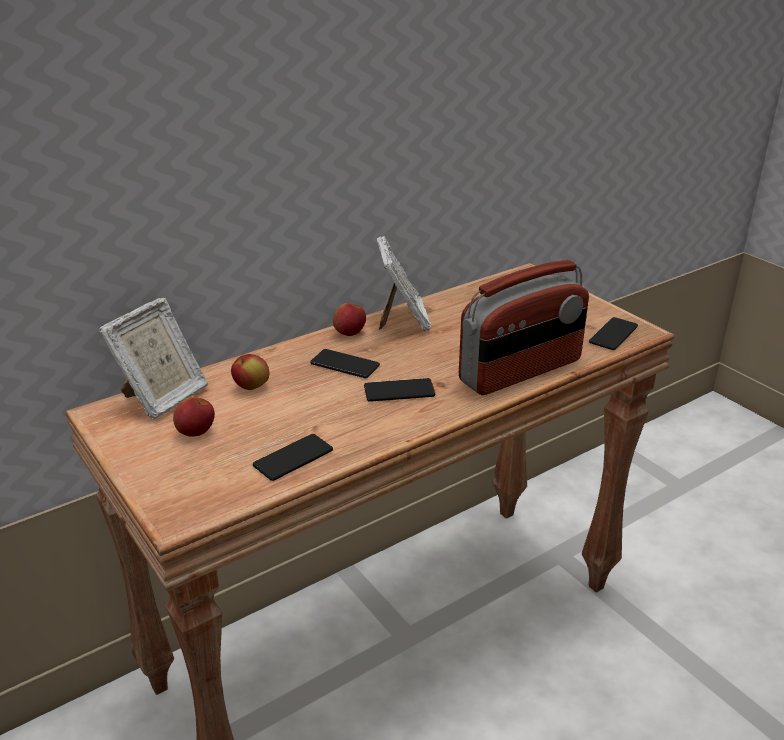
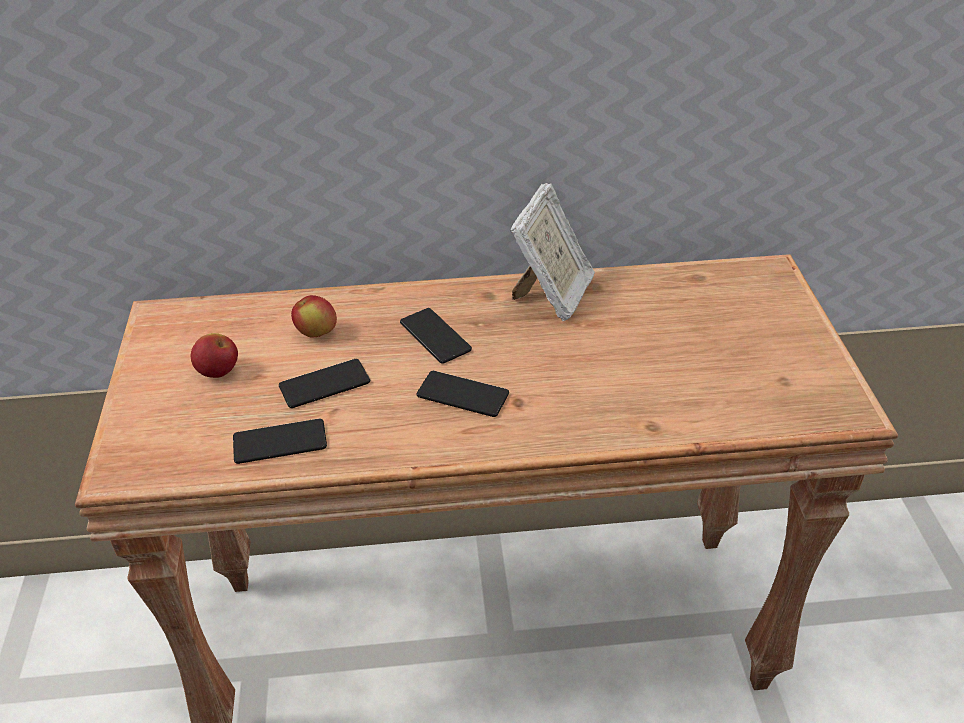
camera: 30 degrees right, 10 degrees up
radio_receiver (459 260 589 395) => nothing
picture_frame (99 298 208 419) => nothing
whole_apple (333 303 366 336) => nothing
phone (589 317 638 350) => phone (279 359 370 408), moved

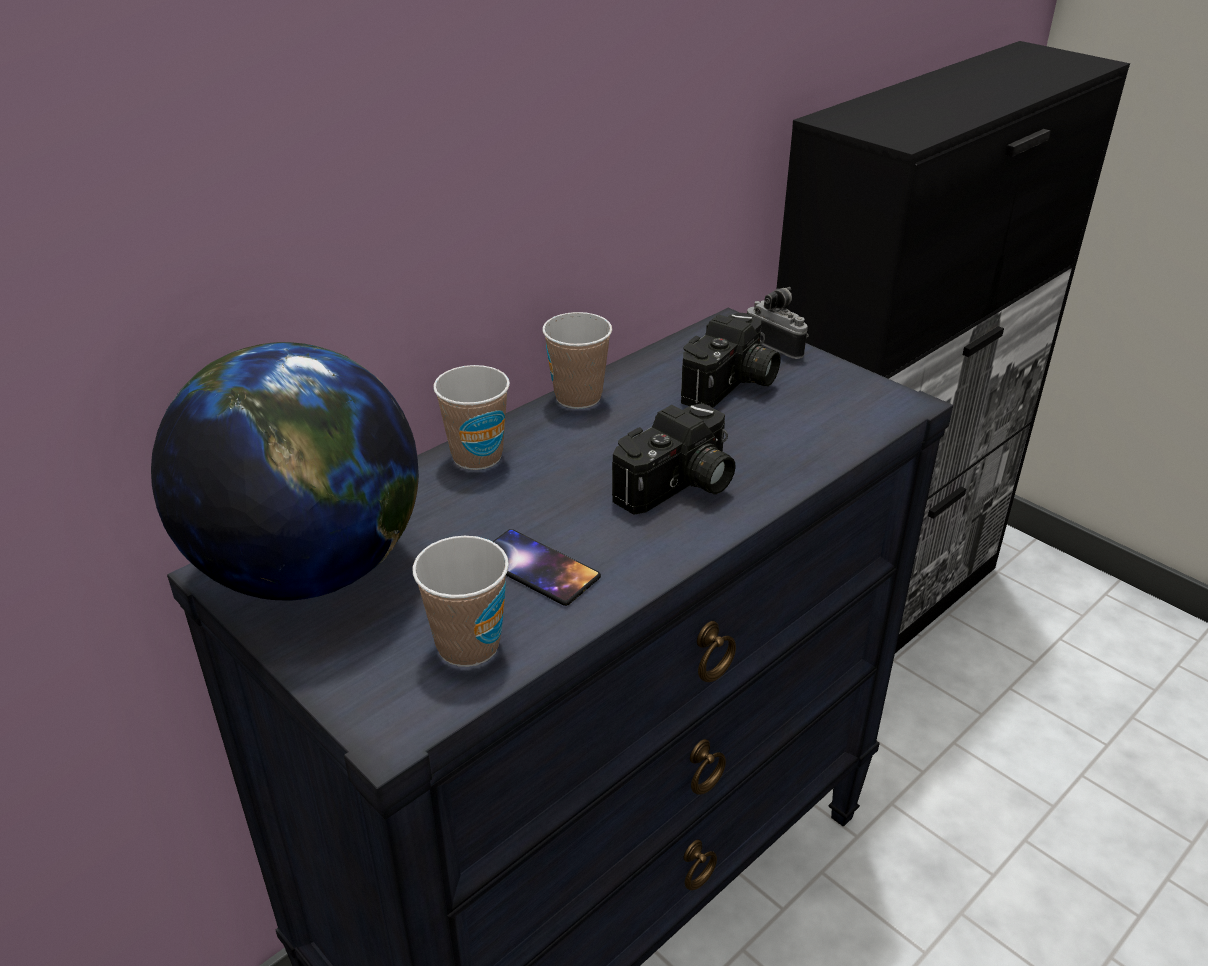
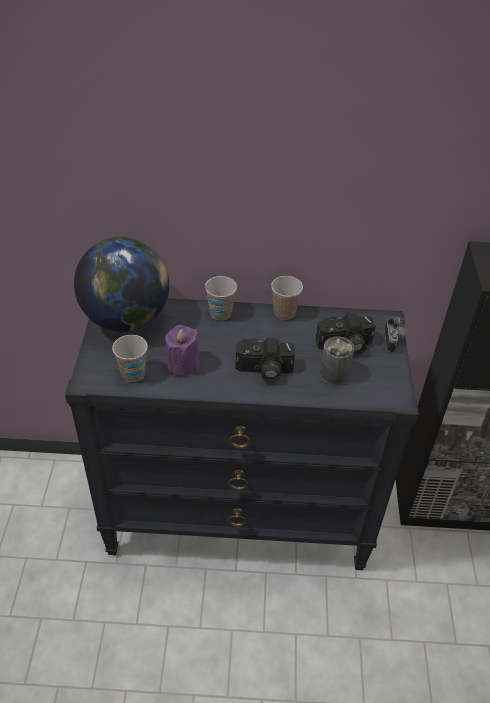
camera: 45 degrees right, 10 degrees up
phone (493 529 601 606) => purplish_wax_light (165 325 199 376)
nothing => sealed_can (320 336 354 385)

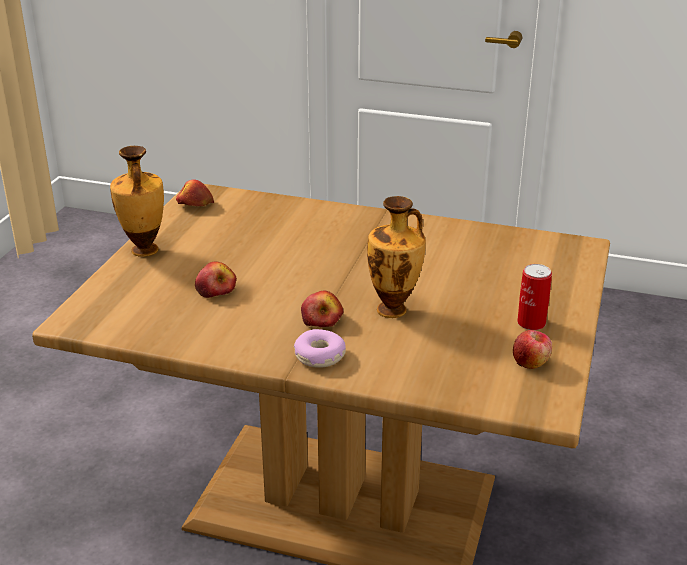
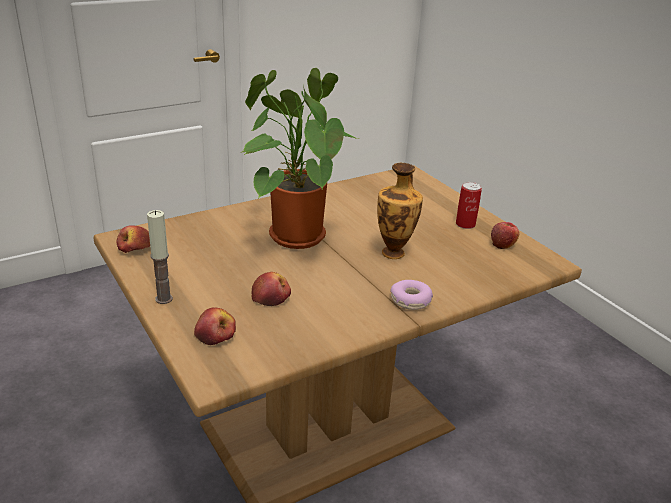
camera: 50 degrees left, 0 degrees up
decorative_vase (110 146 164 257) => wax_light (147 210 173 304)
whole_apple (301 291 344 327) => whole_apple (194 307 236 345), moved
nothing => potted_plant (240 68 358 249)

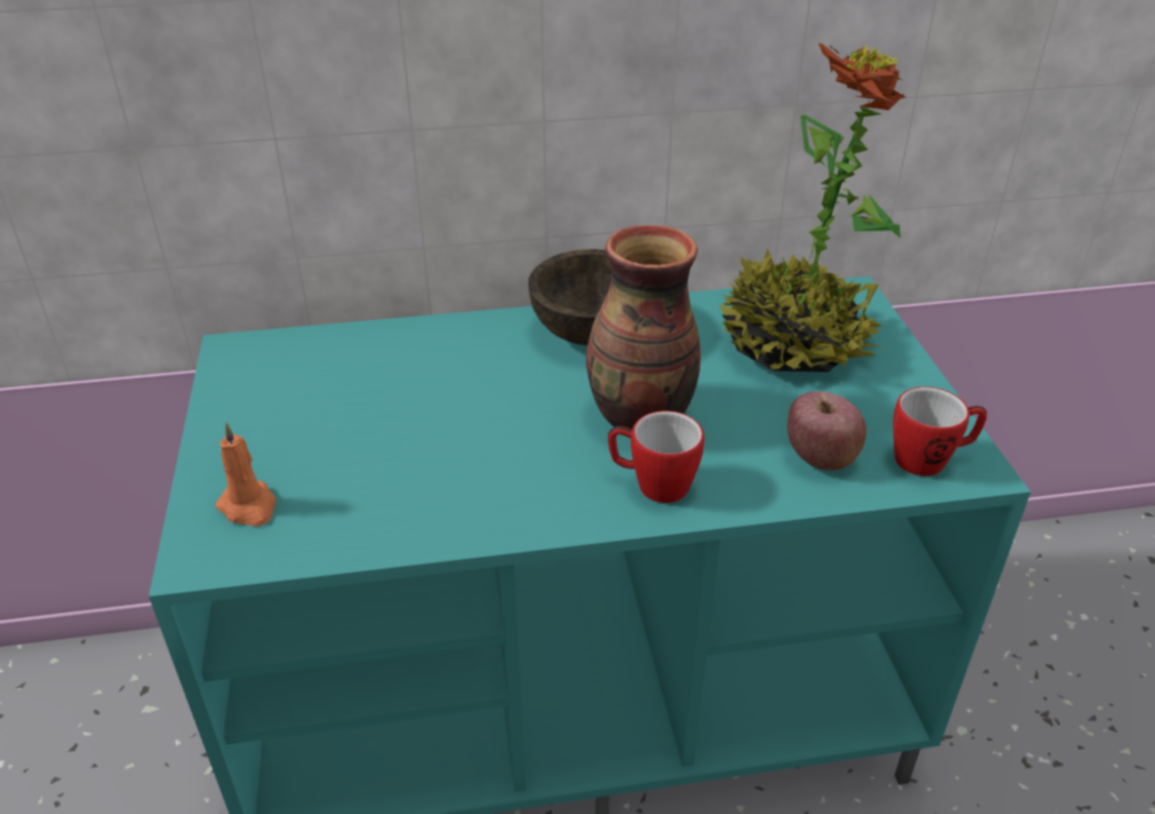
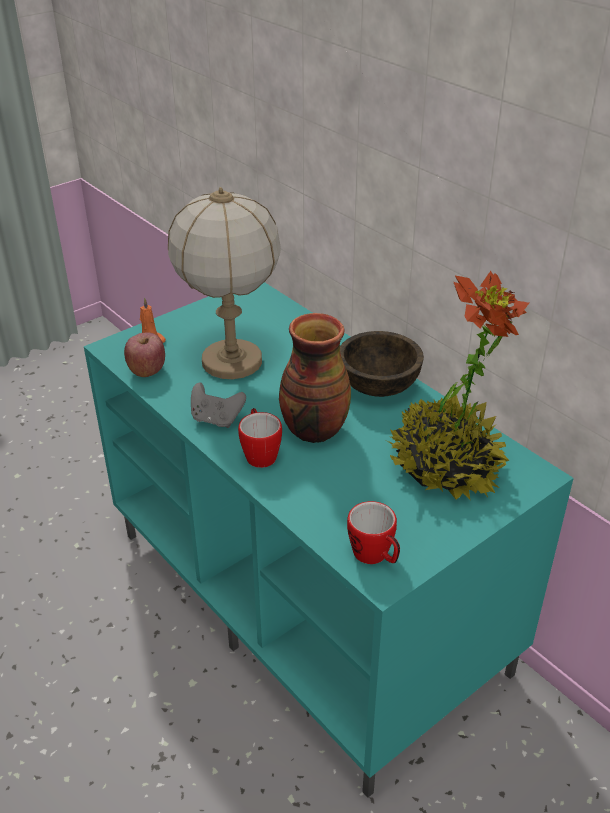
camera: 60 degrees right, 0 degrees up
whole_apple (787 391 866 471) => whole_apple (124 332 165 377), moved
nothing => table_lamp (168 187 281 379)
nothing => gray_joypad (191 382 246 428)

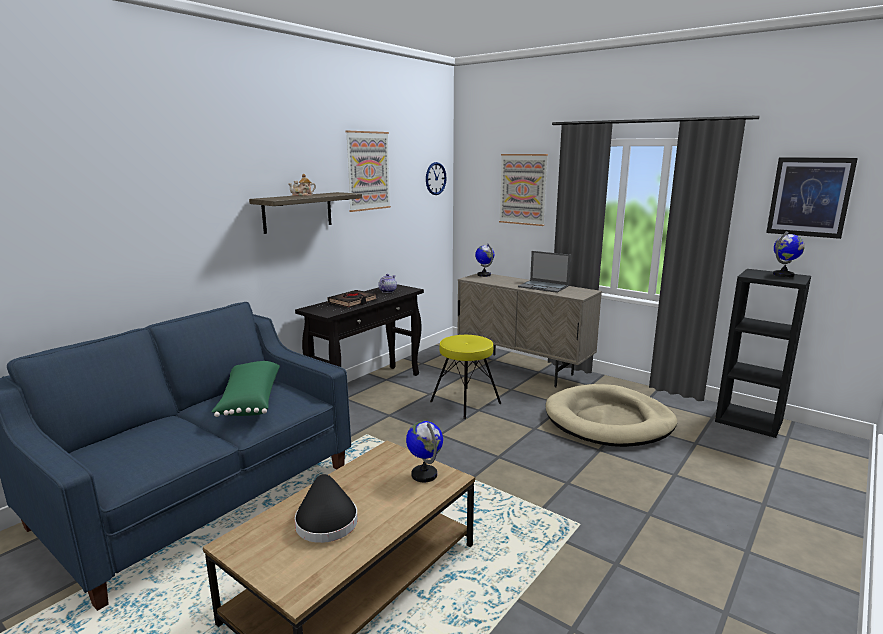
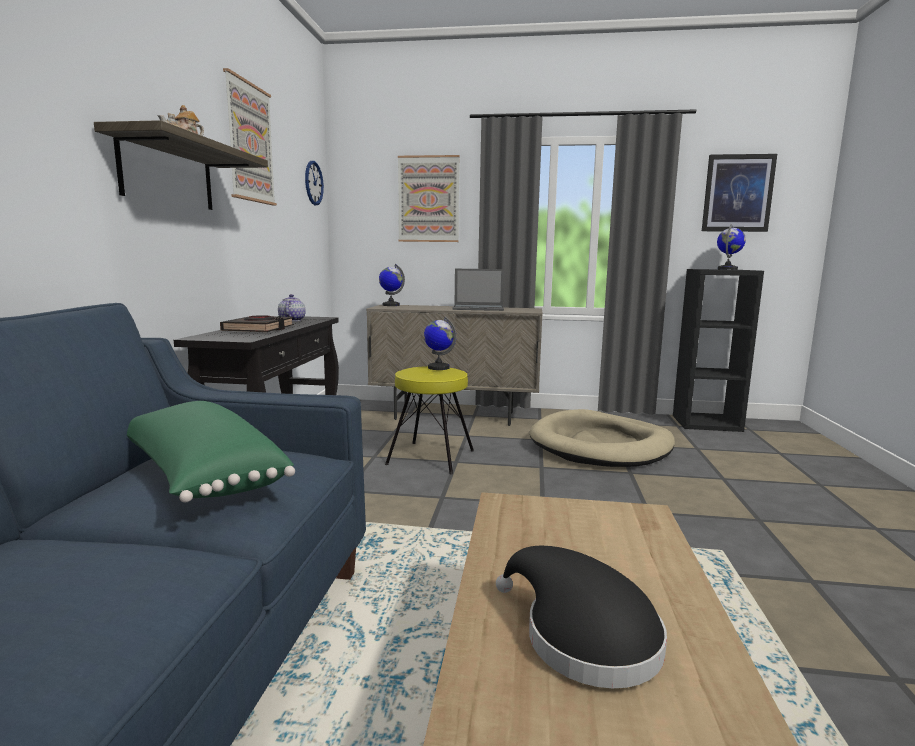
camera: 30 degrees left, 5 degrees down
desk_globe (406 421 443 482) => desk_globe (424 317 456 370), moved

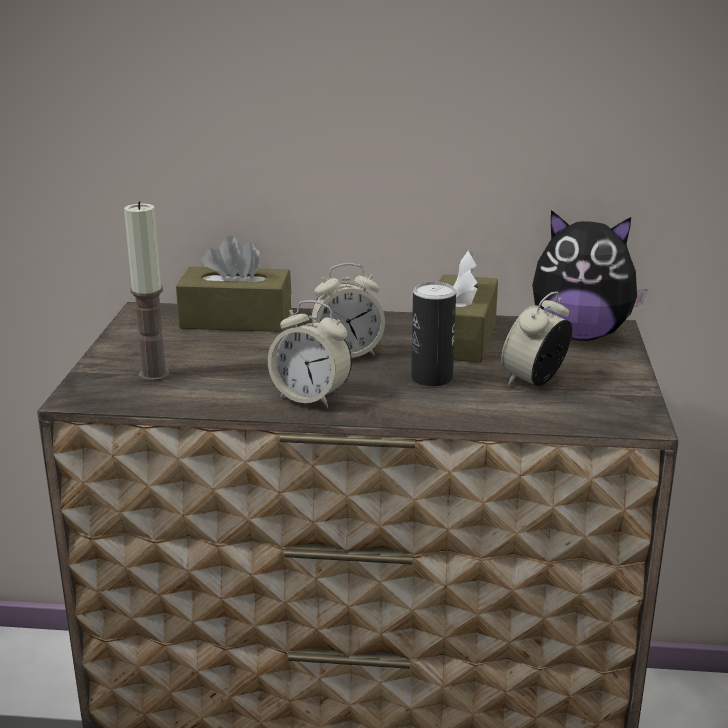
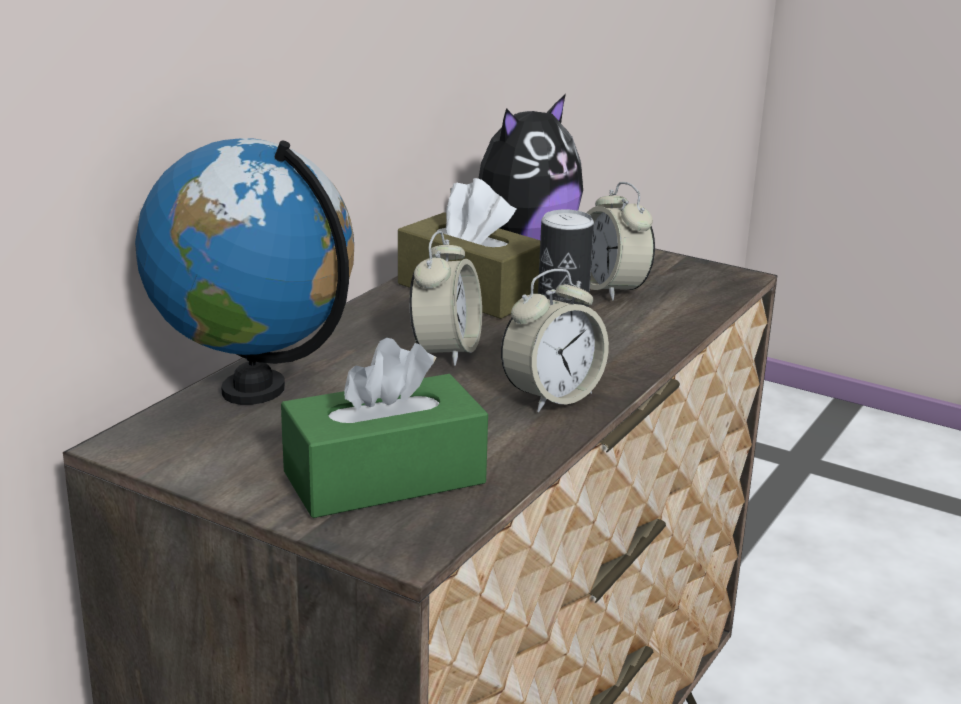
camera: 65 degrees left, 0 degrees up
wax_light (124 201 170 382) => greenish_tissue_holder (281 338 488 518)
brown_tissue_holder (176 236 291 332) => desk_globe (135 138 354 405)

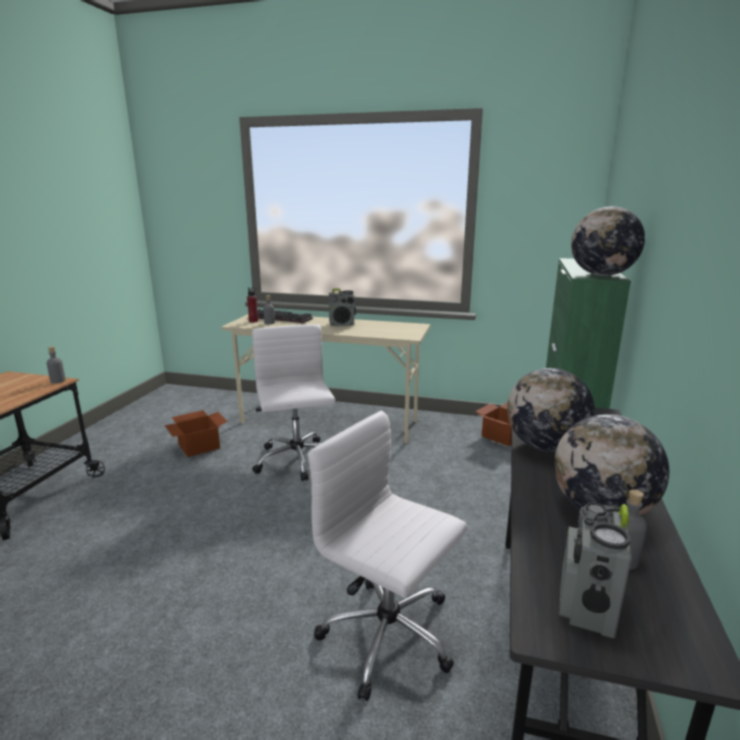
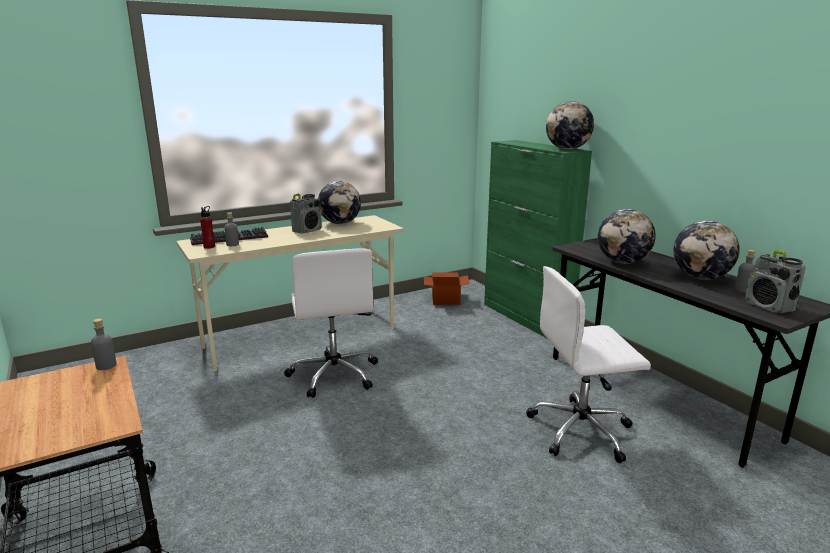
camera: 45 degrees left, 0 degrees up
whitish_desk_chair (252 324 335 481) => whitish_desk_chair (284 248 378 398), 135 degrees counterclockwise
cardboard_box (165 410 228 457) => nothing
nothing => desk_globe (318 181 361 224)

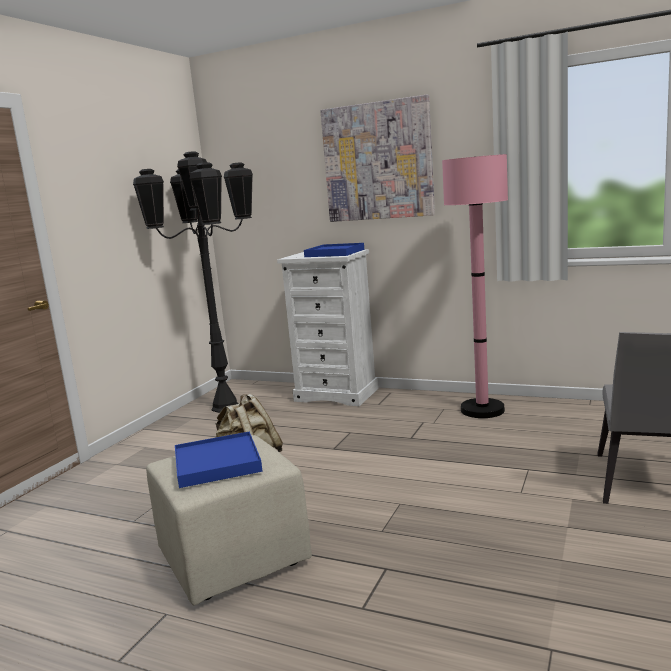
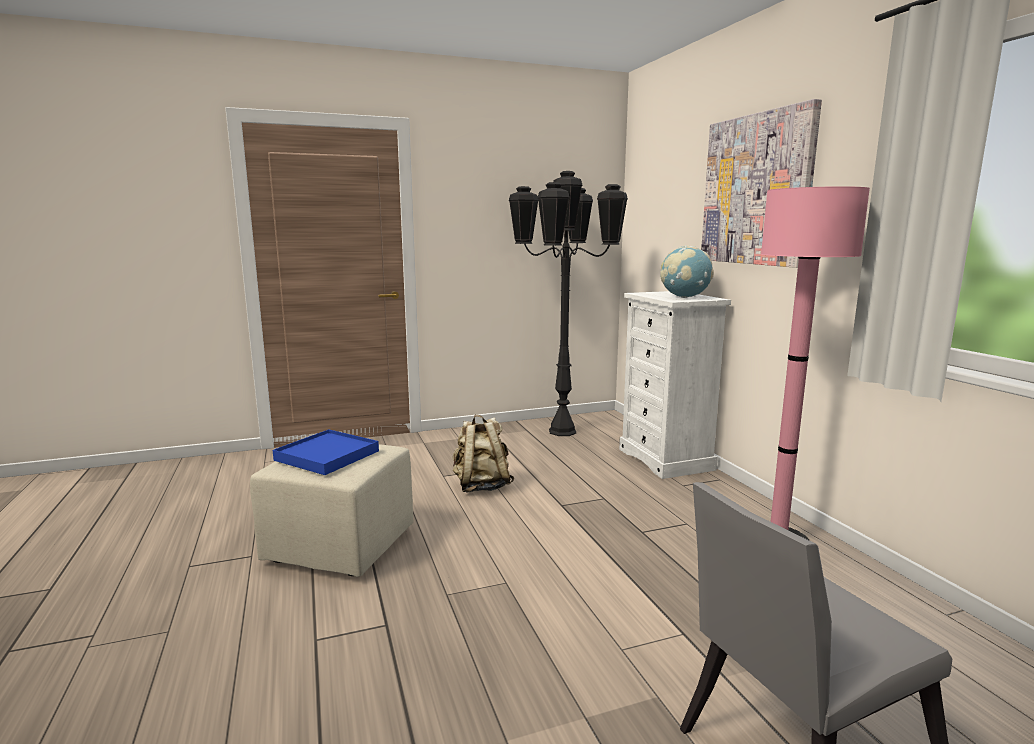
camera: 45 degrees right, 0 degrees up
blue-coloured_serving_tray (304 243 364 257) => desk_globe (660 245 714 298)

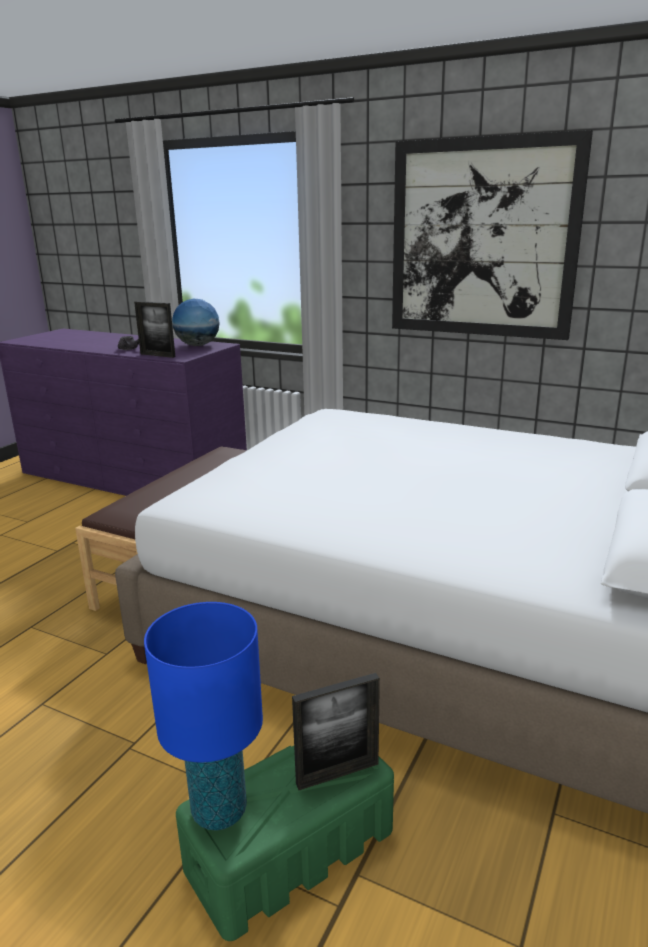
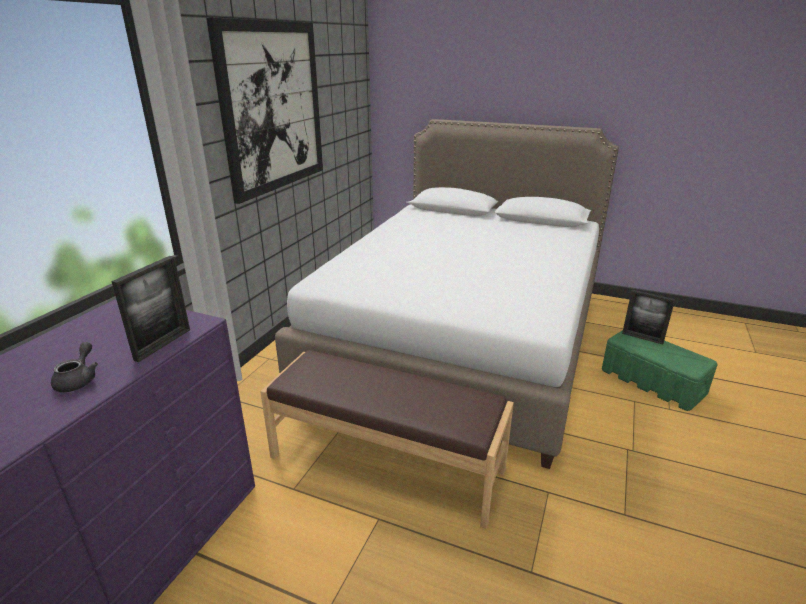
camera: 95 degrees left, 5 degrees up
desk_globe (172 299 220 346) => nothing
blue-coloured_table_lamp (144 602 263 831) => nothing
picture_frame (292 673 380 790) => picture_frame (622 290 675 344), 150 degrees clockwise

